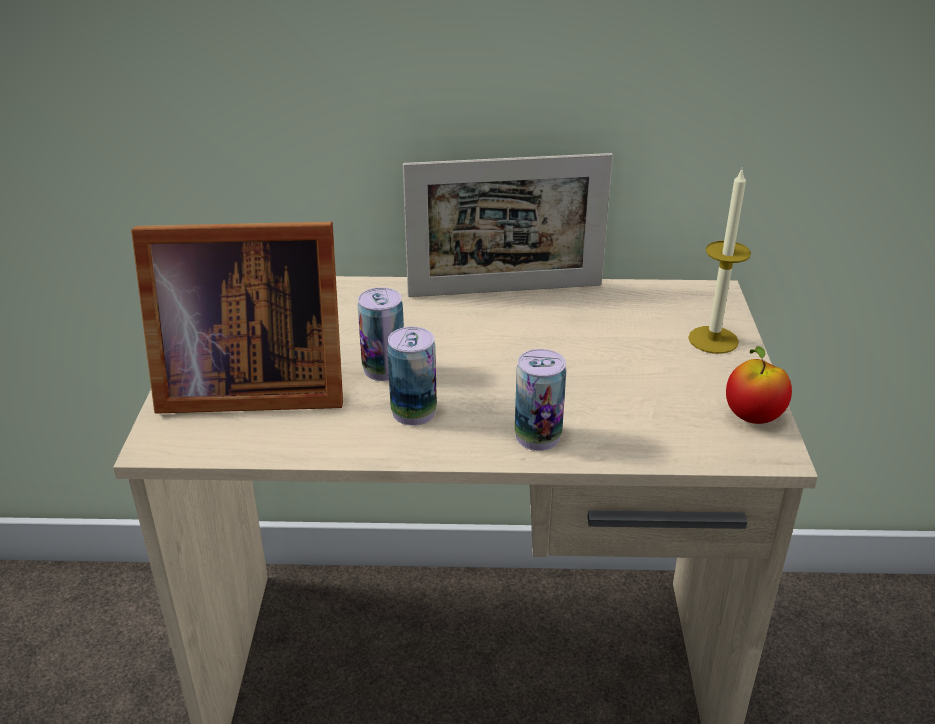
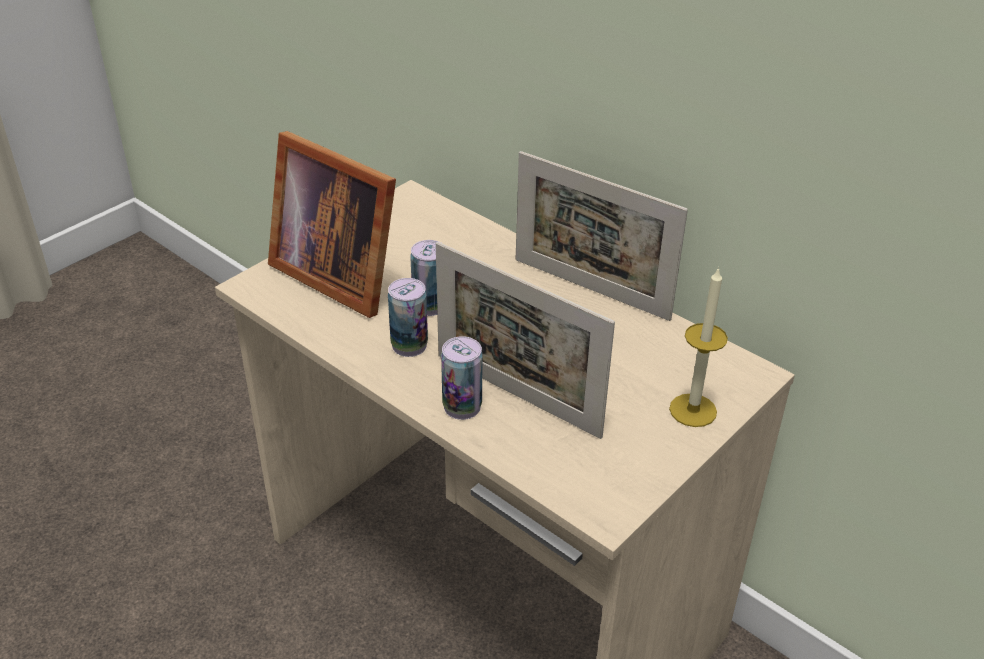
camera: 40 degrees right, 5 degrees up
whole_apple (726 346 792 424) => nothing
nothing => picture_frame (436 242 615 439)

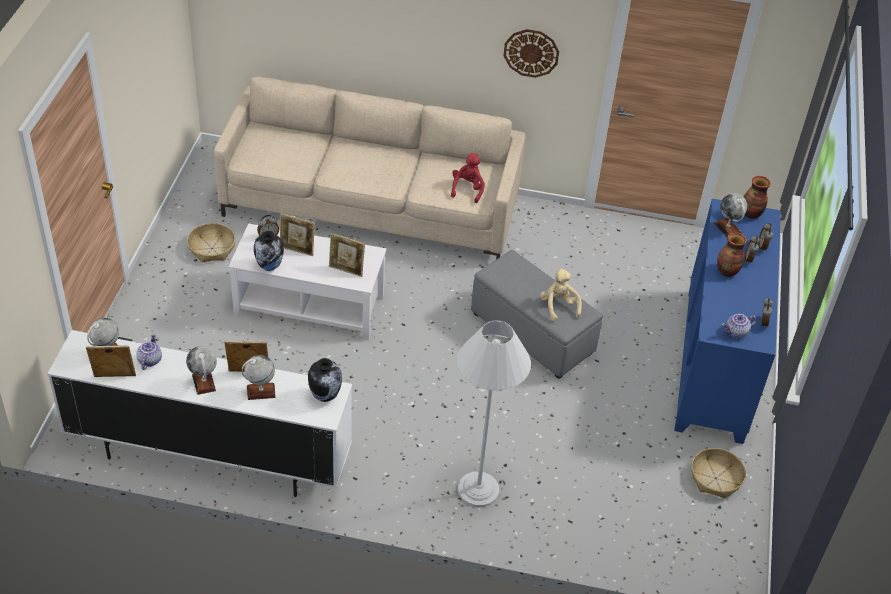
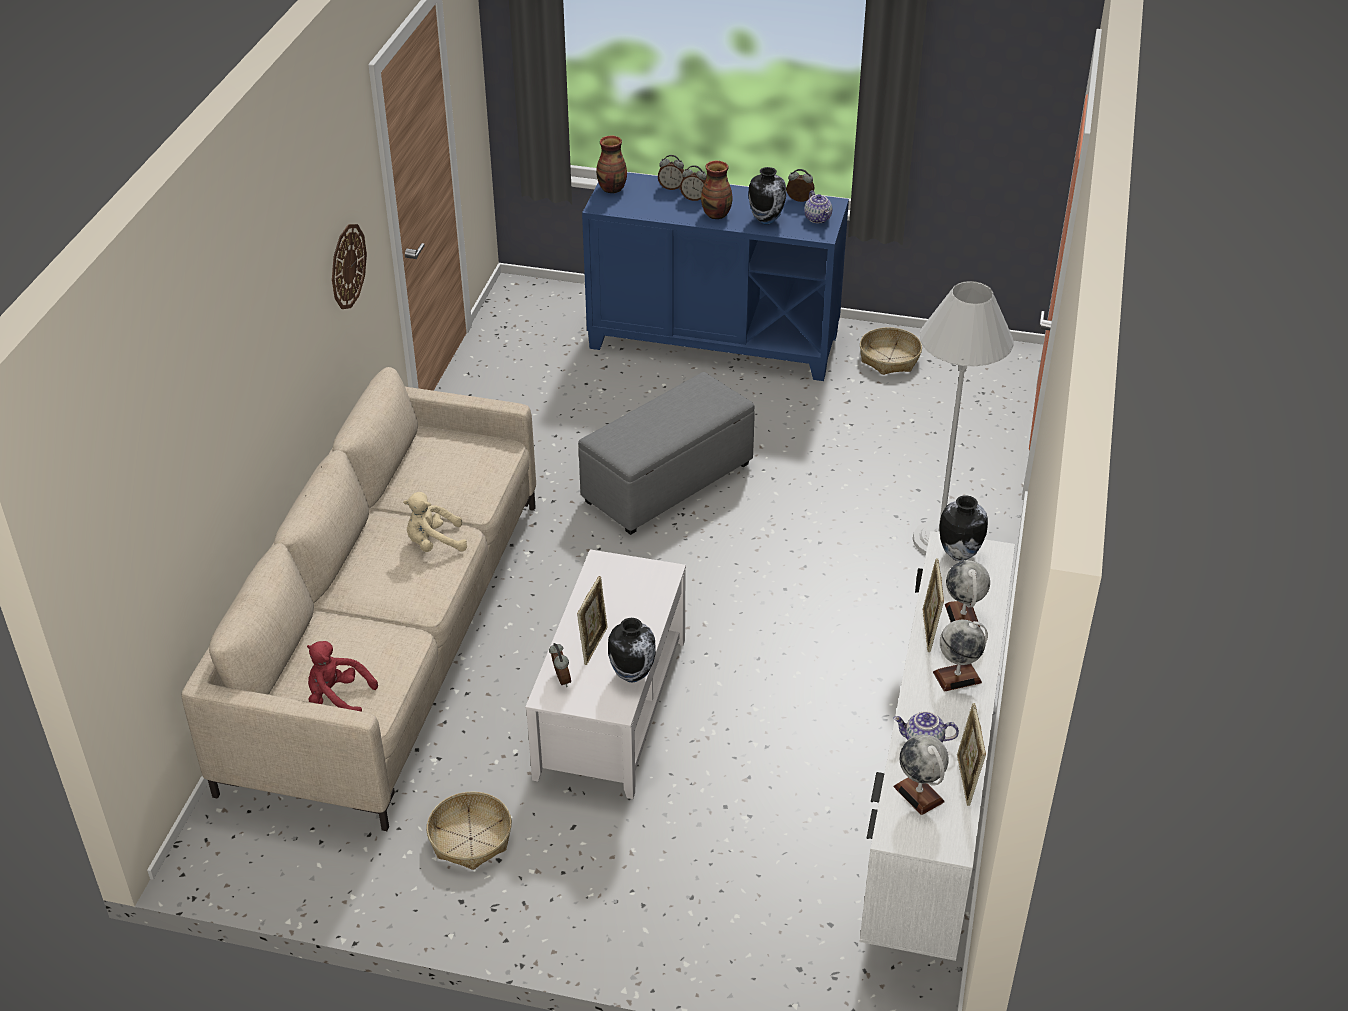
camera: 85 degrees left, 5 degrees down
red_plush_toy (451 153 485 203) => red_plush_toy (307 641 378 712), moved
desk_globe (714 193 747 237) => nothing
picture_frame (329 233 365 277) => nothing
beige_plush_toy (540 268 582 321) => beige_plush_toy (403 492 467 552), moved
nothing => decorative_vase (748 167 786 224)

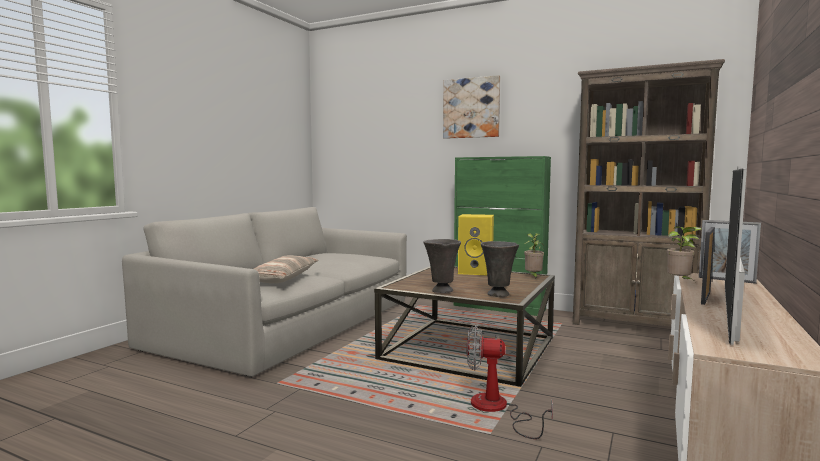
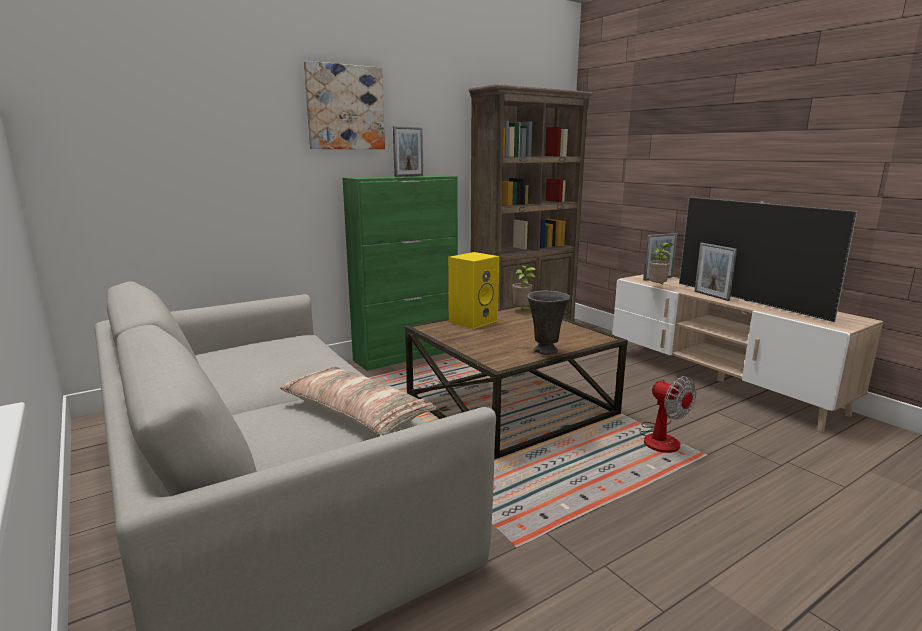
camera: 60 degrees left, 10 degrees up
gray_decorative_vase (481 241 519 297) => nothing
electric_fan (467 325 553 439) => electric_fan (640 376 697 453), 75 degrees counterclockwise
nothing => picture_frame (393 126 423 177)

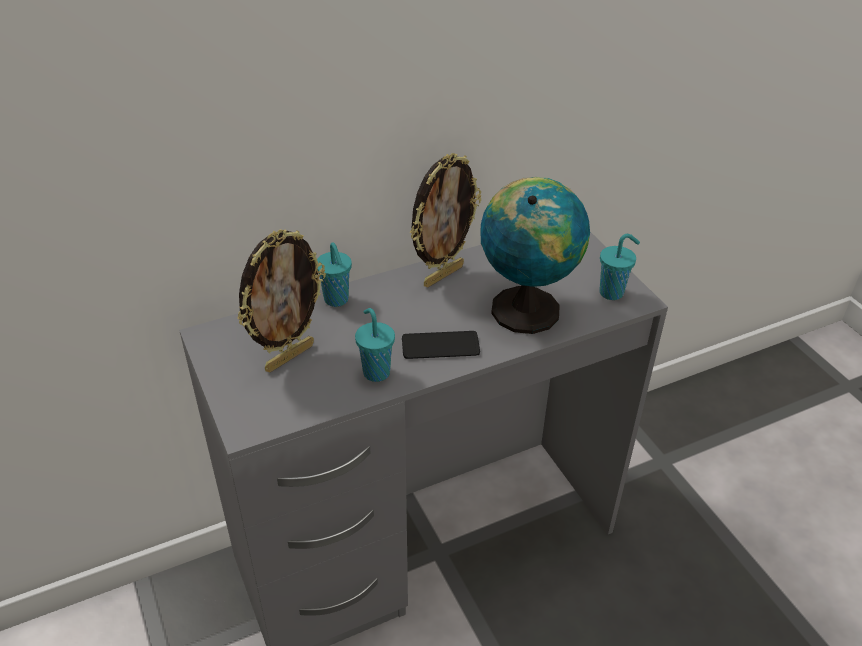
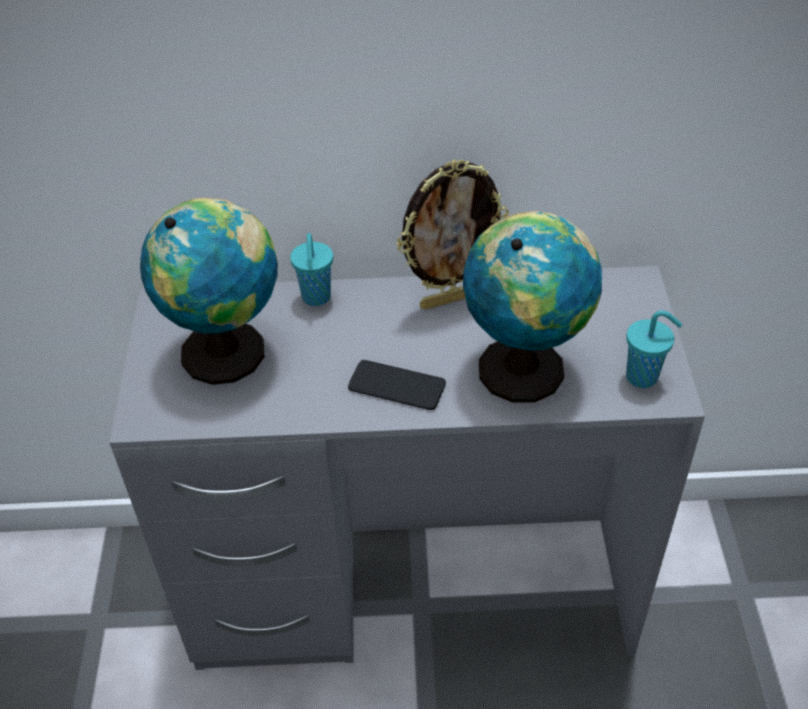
camera: 25 degrees right, 5 degrees up
picture_frame (237 229 326 372) => desk_globe (140 198 278 385)
turquoise-coloured_drinking_cup (355 308 395 382) => nothing

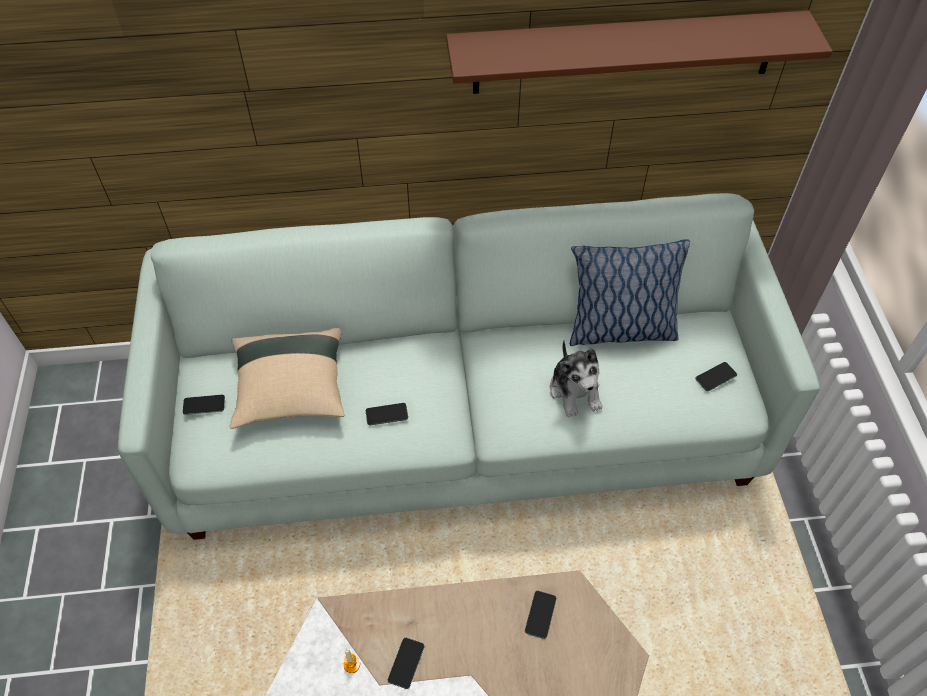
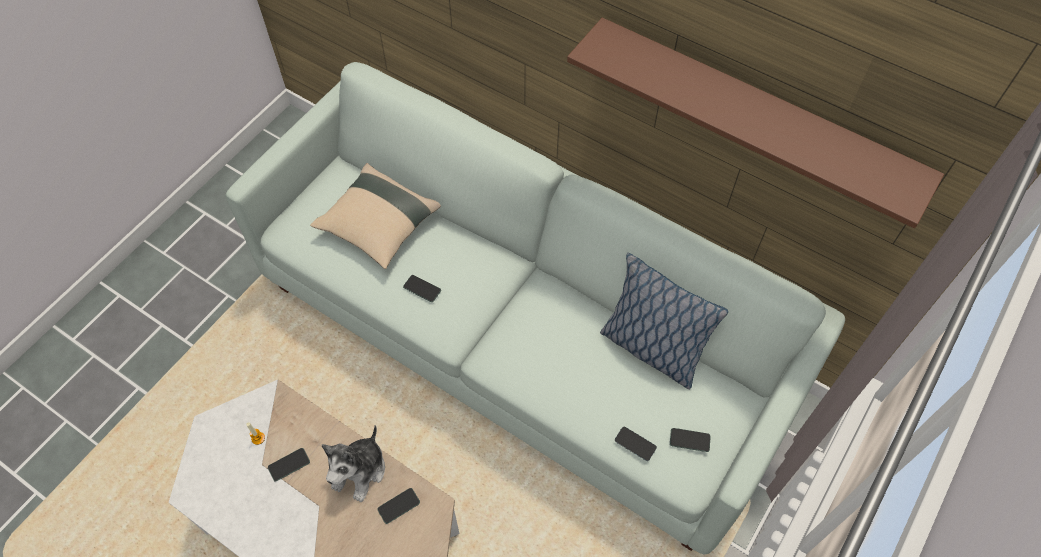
camera: 40 degrees right, 5 degrees up
plush_toy (550 340 602 418) => plush_toy (322 425 385 502), moved
phone (183 395 225 415) => phone (615 427 657 461), moved

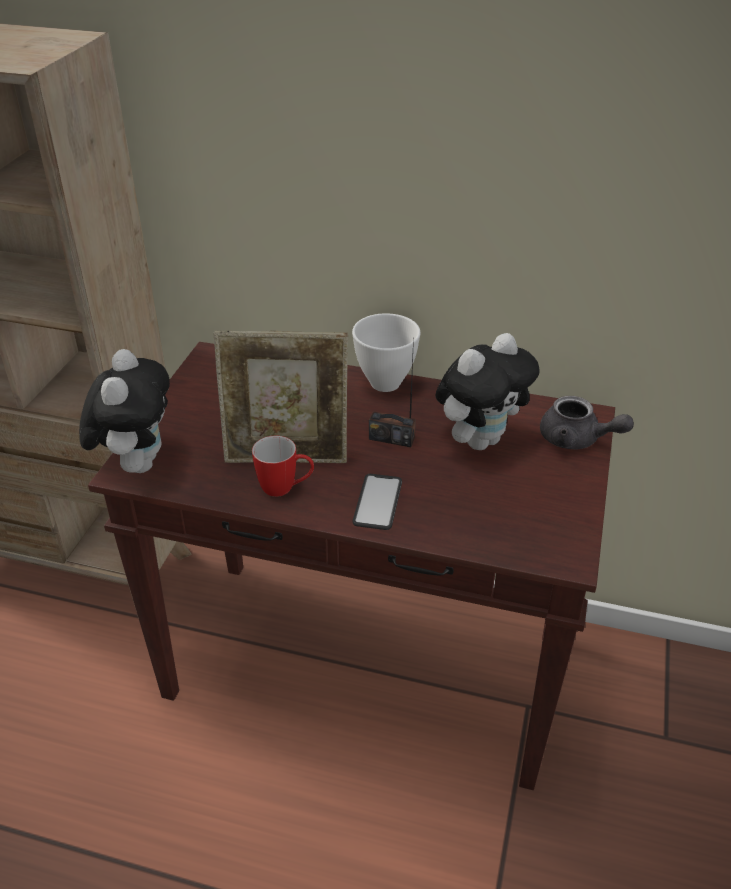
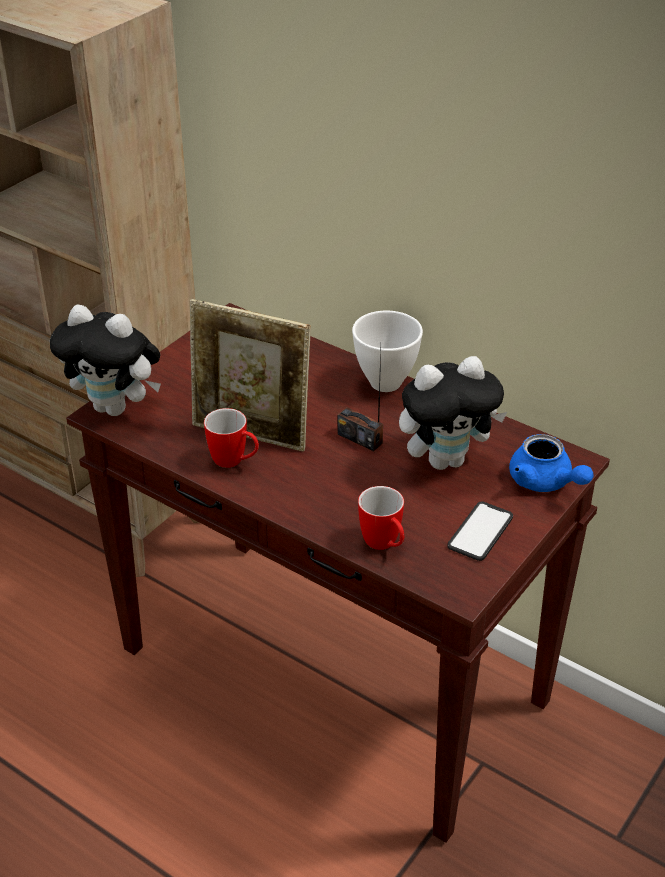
camera: 20 degrees right, 0 degrees up
plush_toy (79 349 170 473) => plush_toy (50 305 161 416), 90 degrees clockwise
gray_pot_for_tea (540 396 634 449) => blue-coloured_pot_for_tea (509 434 594 492)
phone (353 474 402 530) => phone (447 501 513 561), moved
nothing => tea_mug (358 486 404 550)

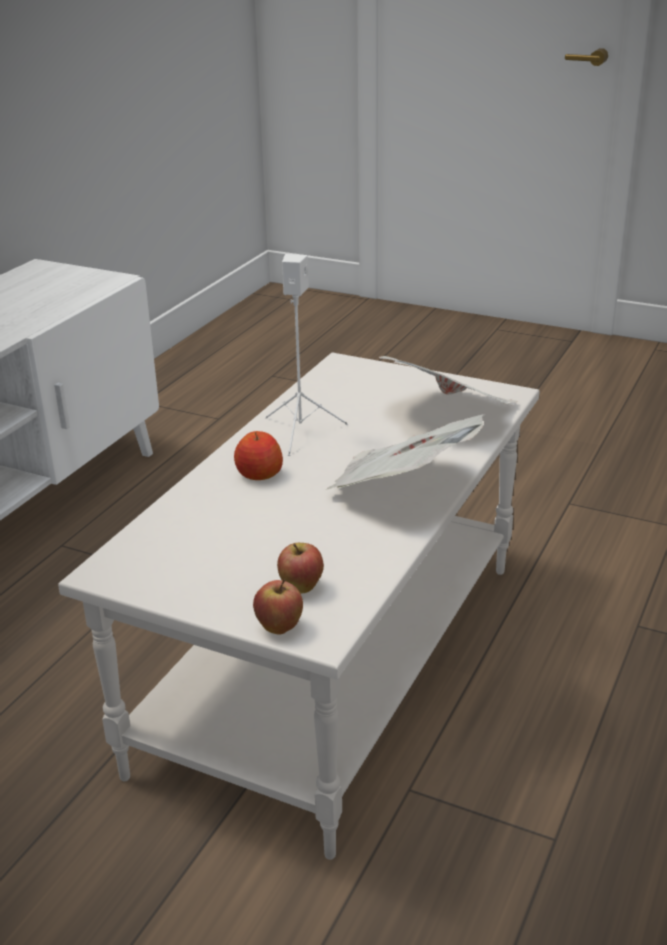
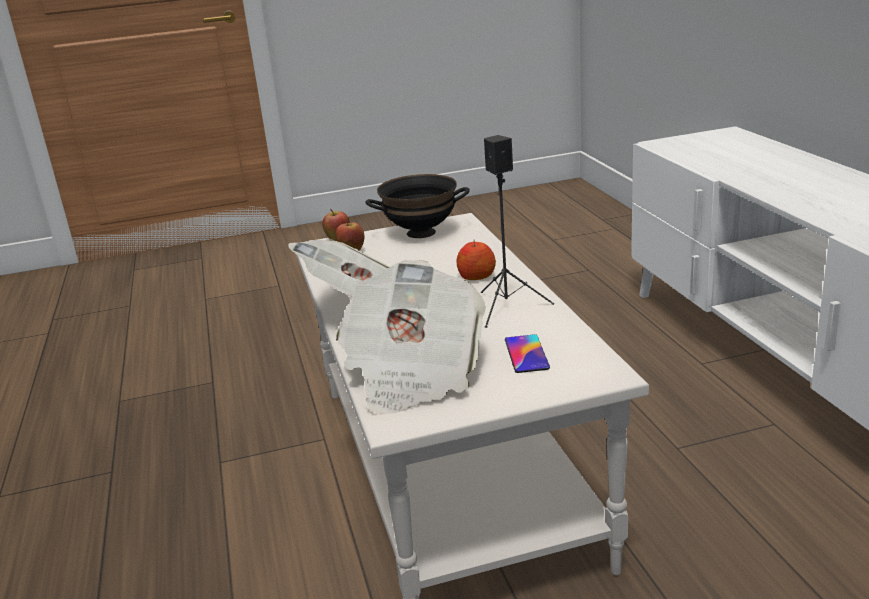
camera: 140 degrees right, 5 degrees down
whitish_loudspeaker (265 254 348 456) => blackish_loudspeaker (481 135 554 328)
nothing => blackish_deep_dish (365 174 470 238)
nothing => phone (505 334 550 373)

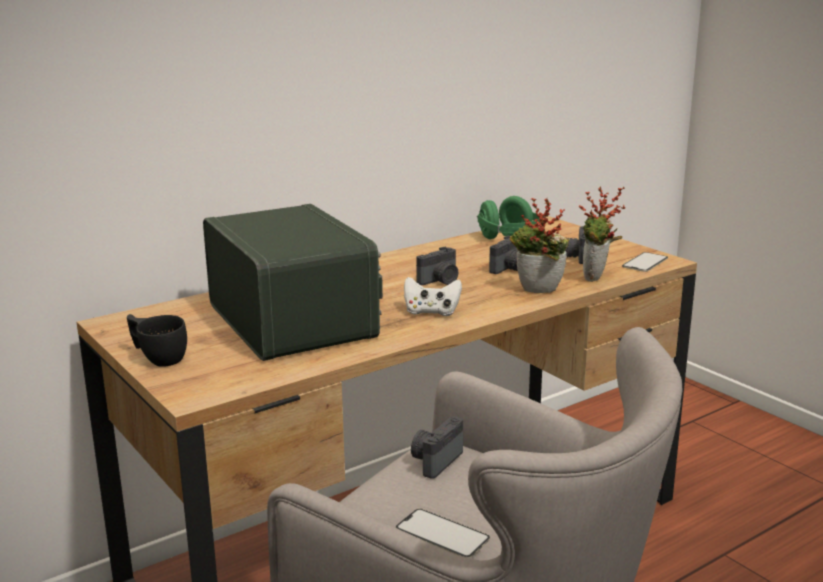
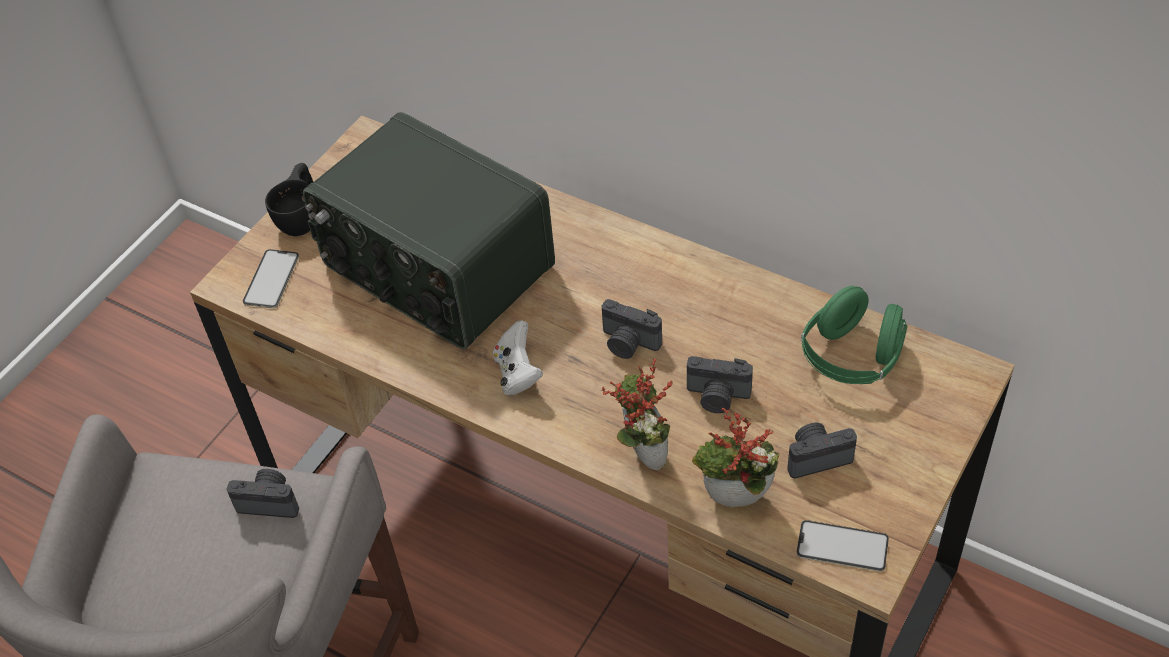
camera: 70 degrees right, 30 degrees up
radio_receiver (203 204 383 361) => radio_receiver (303 112 555 349), 90 degrees clockwise
phone (396 509 490 558) => phone (243 249 299 308), moved

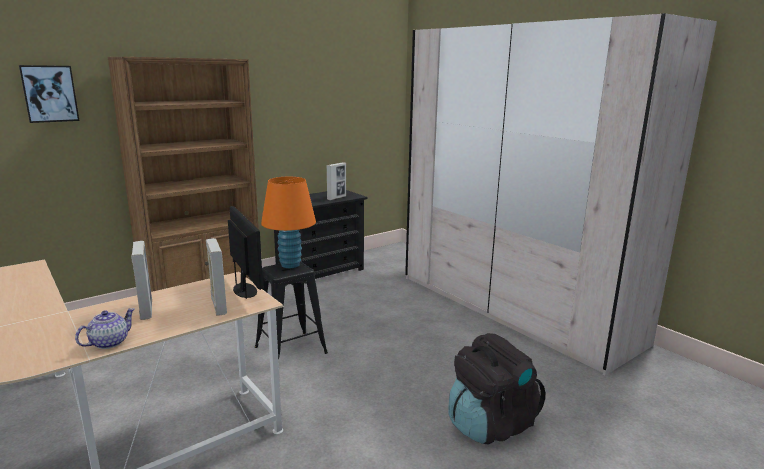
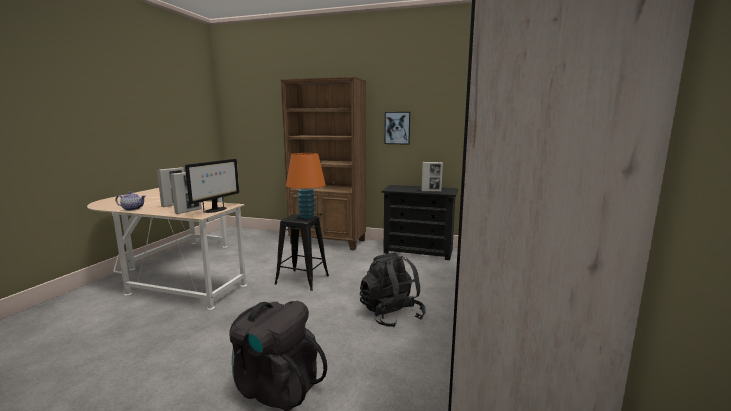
camera: 55 degrees right, 5 degrees down
wall_picture (19 65 79 123) => wall_picture (385 112 410 145), moved
nothing => blackish_knapsack (360 252 426 328)

